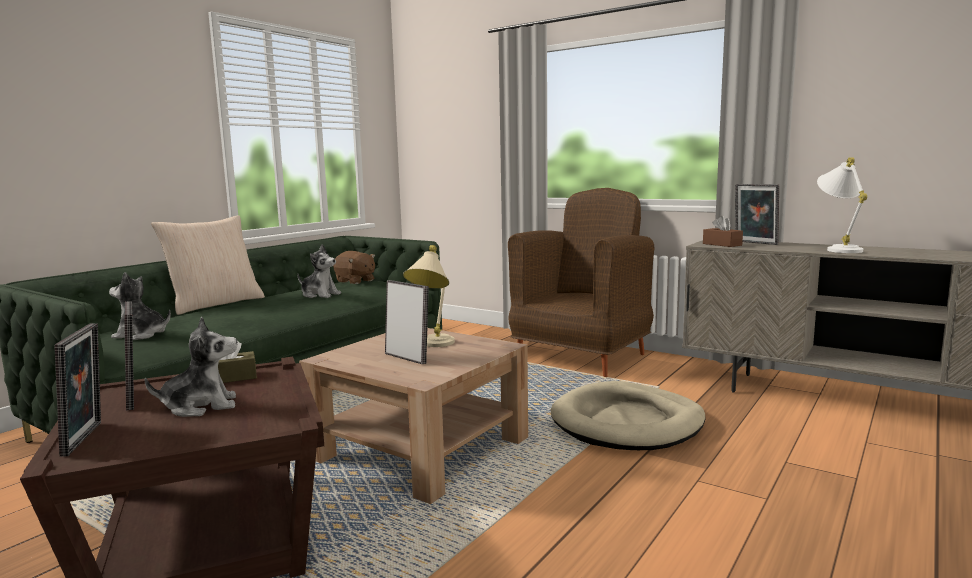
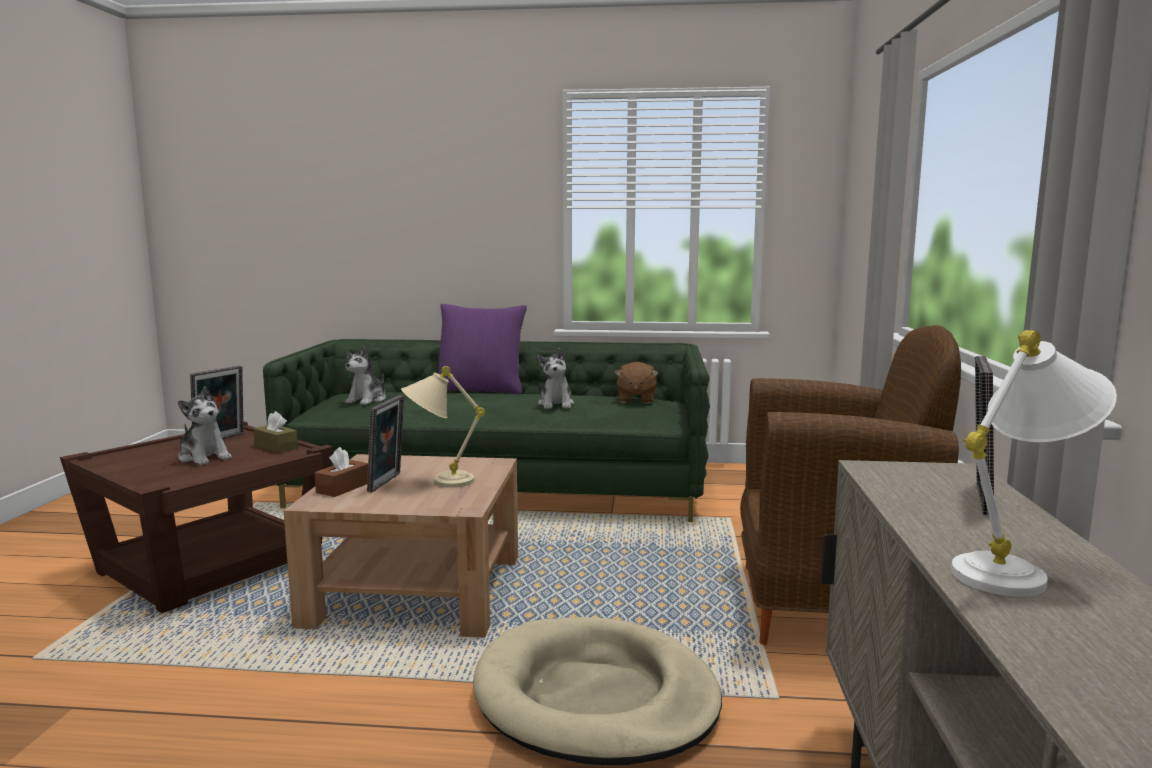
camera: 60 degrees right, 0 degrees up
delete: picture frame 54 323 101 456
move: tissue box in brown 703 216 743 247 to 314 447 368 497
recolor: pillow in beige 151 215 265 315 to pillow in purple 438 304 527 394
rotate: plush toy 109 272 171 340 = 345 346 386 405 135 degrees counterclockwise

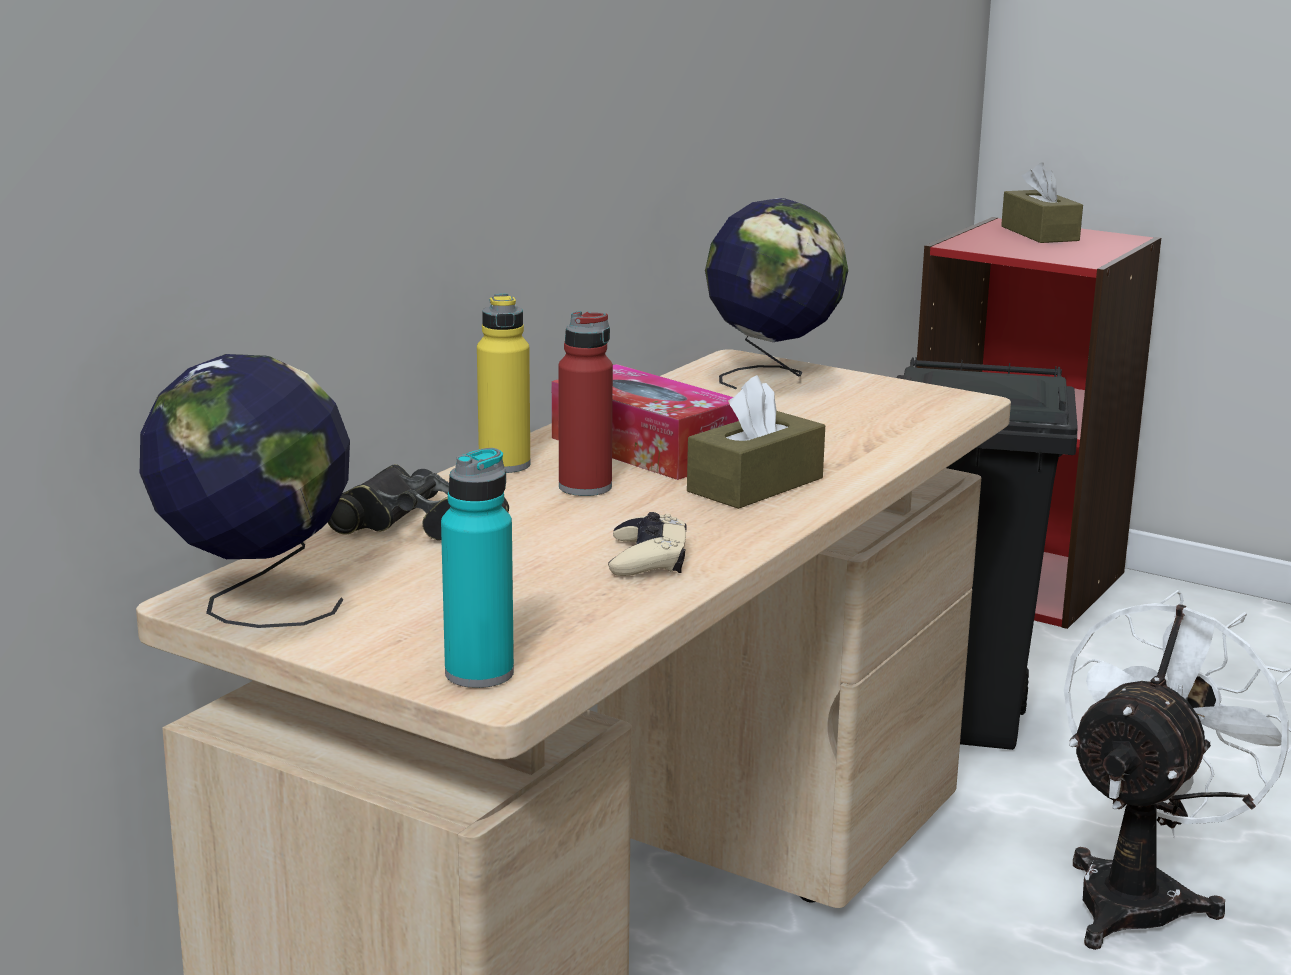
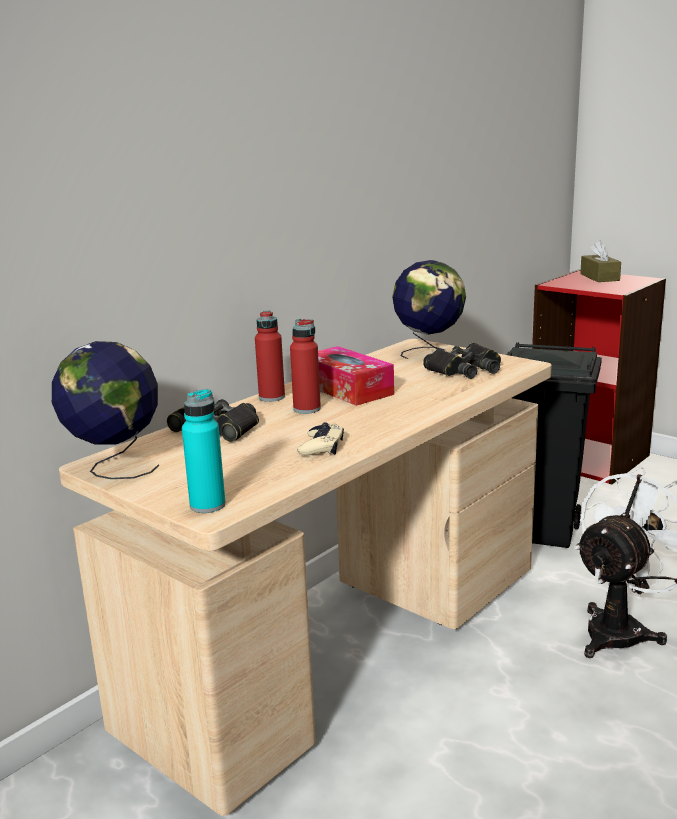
camera: 10 degrees right, 0 degrees up
delete: tissue box in brown 687 375 825 509
insert: binoculars in black 423 342 501 379
recolor: bottle in yellow 477 294 530 473 to bottle in red 255 310 285 402

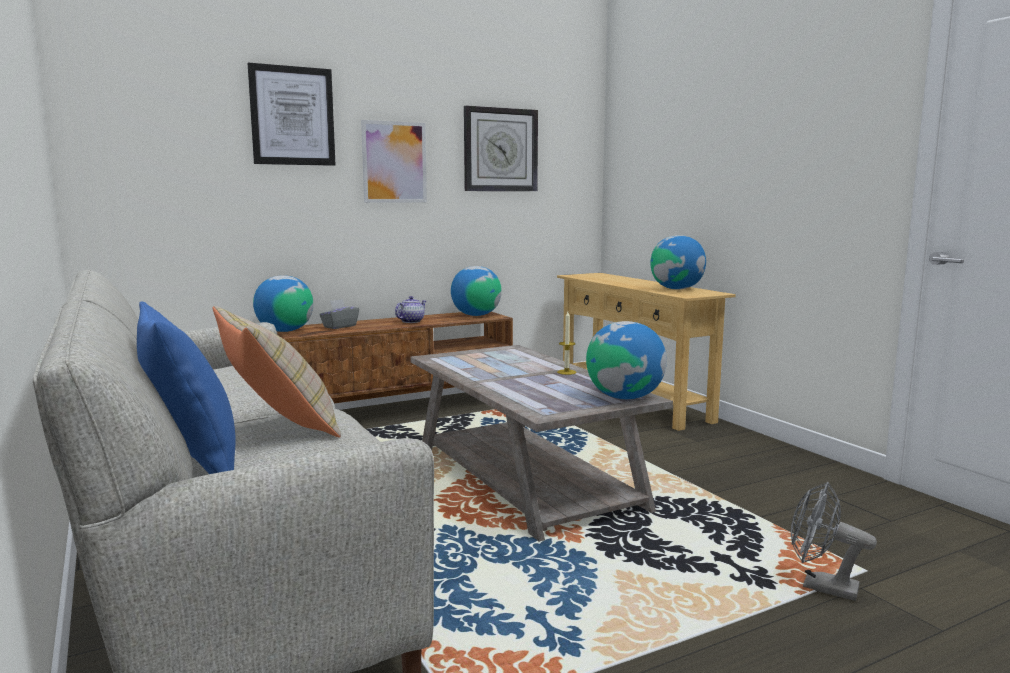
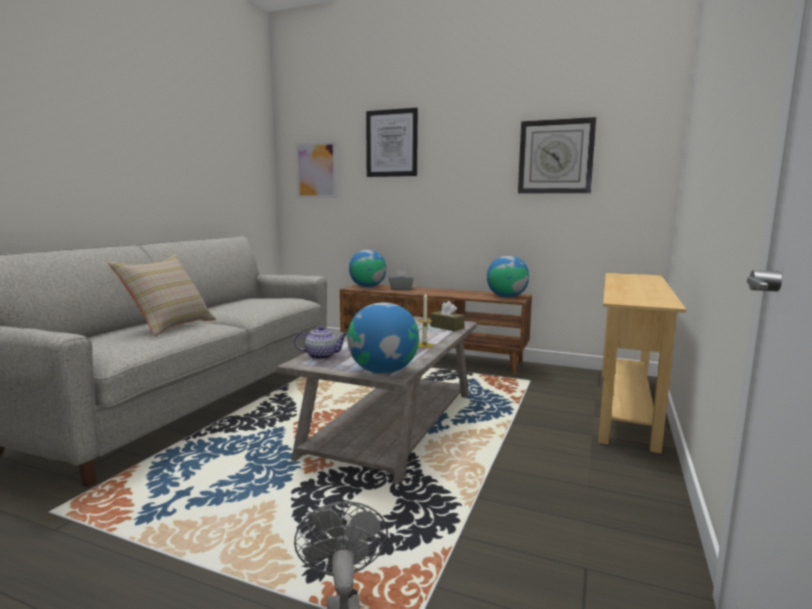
camera: 50 degrees right, 0 degrees up
delete: globe 650 235 706 289; pillow in blue 137 302 236 474
insert: tissue box in brown 430 301 465 331
move: picture 361 120 427 203 to 296 142 337 198; teapot 395 296 426 323 to 294 326 347 360

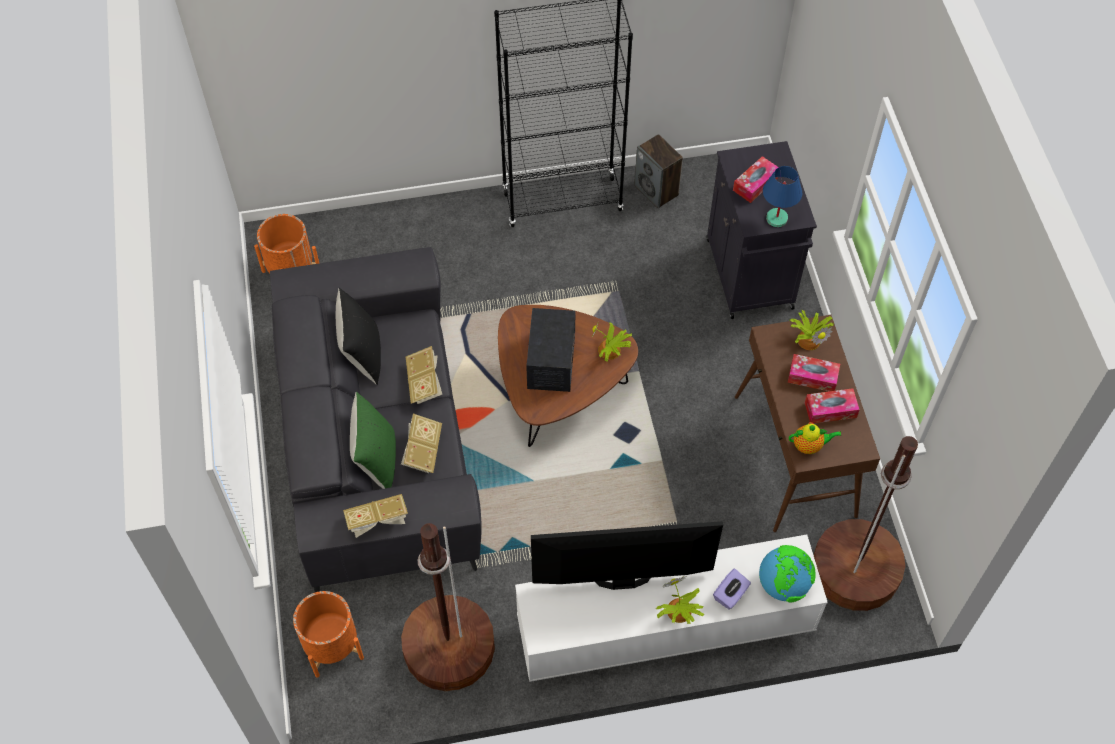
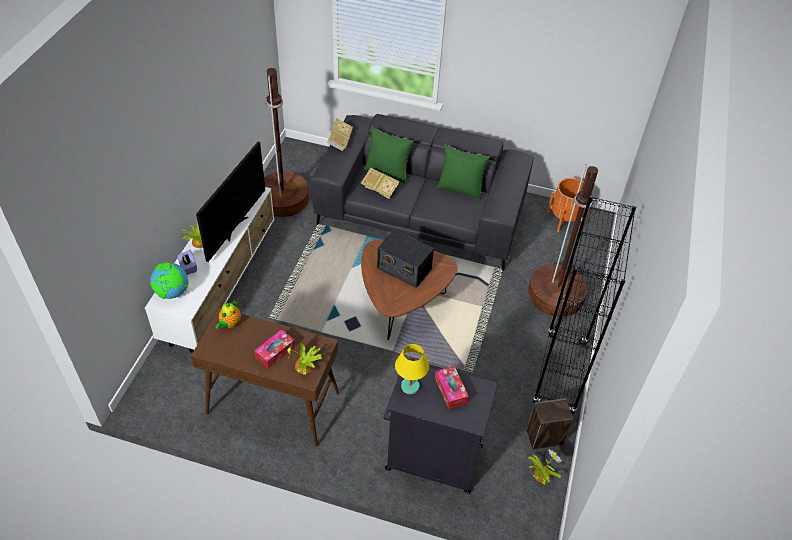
camera: 115 degrees right, 10 degrees down
delete: book 406 346 442 404; tissue box 805 388 860 423; planter in orange 293 591 364 677
move: potted plant 592 321 632 362 to 528 449 562 484; floor lamp in brown 814 436 918 611 to 528 164 598 317
recolor: table lamp in blue 763 166 802 227 to table lamp in yellow 395 344 429 394; pillow in black 336 288 381 385 to pillow in green 436 144 490 200

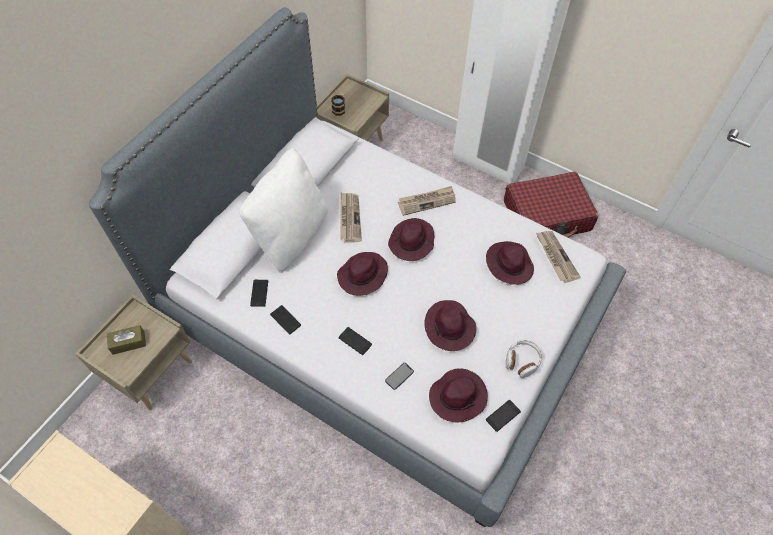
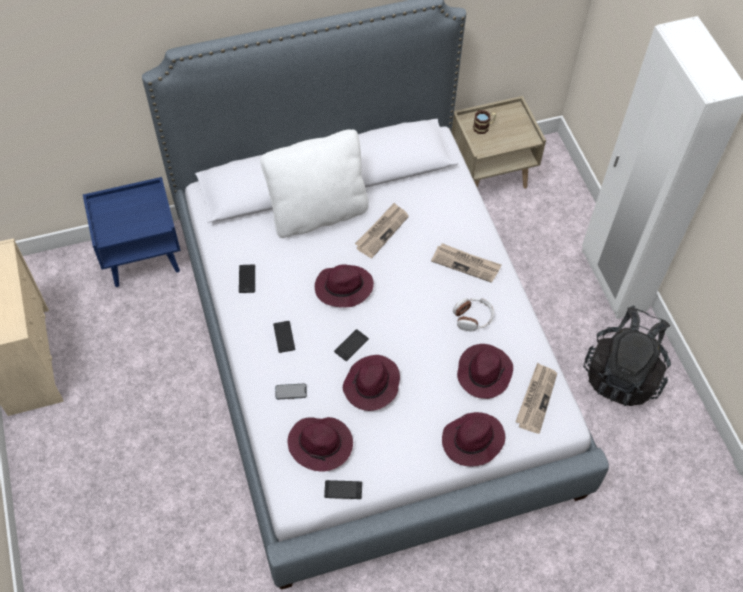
camera: 40 degrees right, 0 degrees up
delete: tissue box in brown 107 325 146 355
move: hat in purple 388 218 434 261 to 442 412 505 466; phone 250 280 268 307 to 334 329 369 361; headphones 506 340 542 378 to 453 298 494 332
replace: suitcase in red 504 172 598 238 to backpack in black 583 305 671 406
recolor: nightstand in beige 75 294 192 410 to nightstand in blue 83 177 181 287

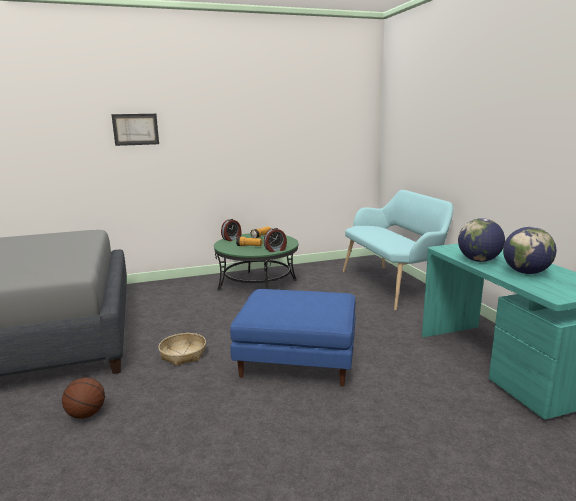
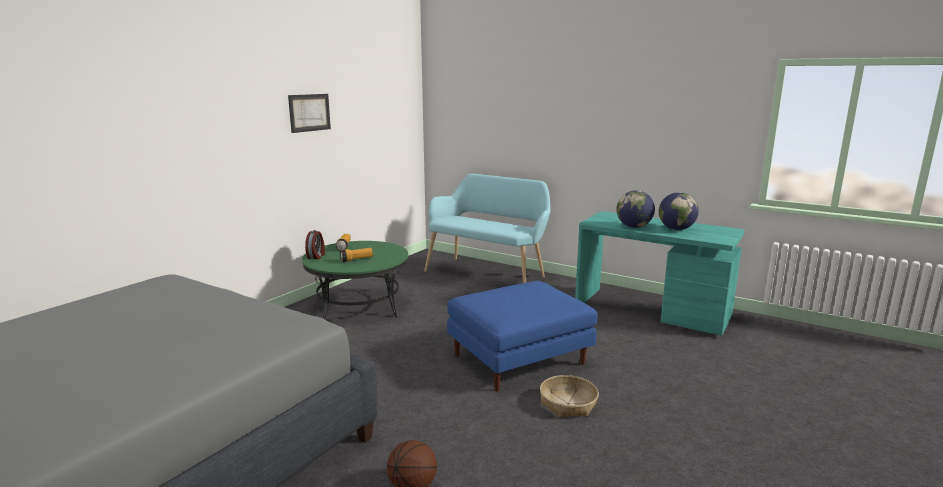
camera: 40 degrees left, 0 degrees up
delete: alarm clock 264 228 287 252
move: picture 111 114 159 146 to 288 94 331 133; basket 158 333 206 366 to 540 375 599 418

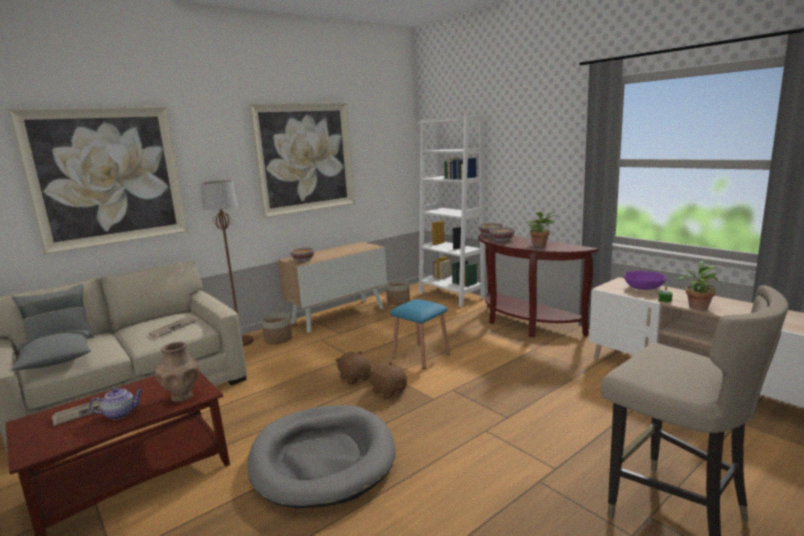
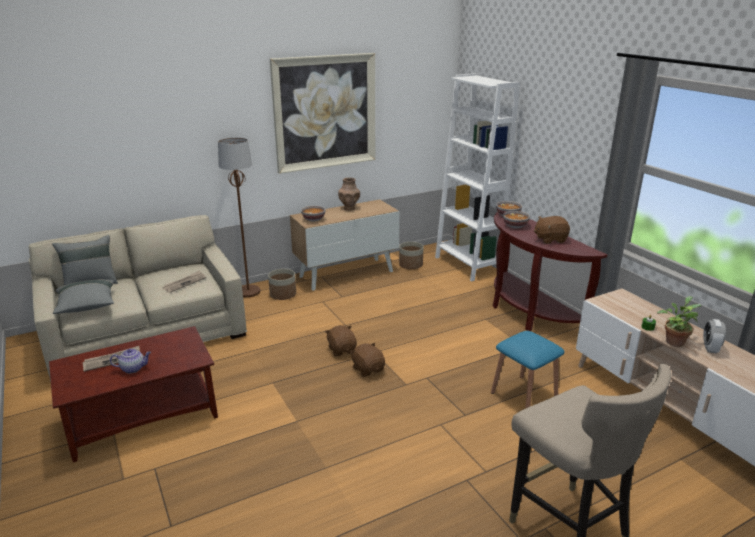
camera: 10 degrees right, 10 degrees up
delete: picture 8 107 188 254; bowl in purple 624 271 666 290; dog bed in grey 247 405 396 509
insert: alarm clock 703 319 726 354
move: stool in blue 390 299 450 369 to 491 331 564 409; vase in brown 155 342 199 403 to 338 178 360 210
replace: potted plant 526 211 557 247 to plush toy in brown 534 216 570 244

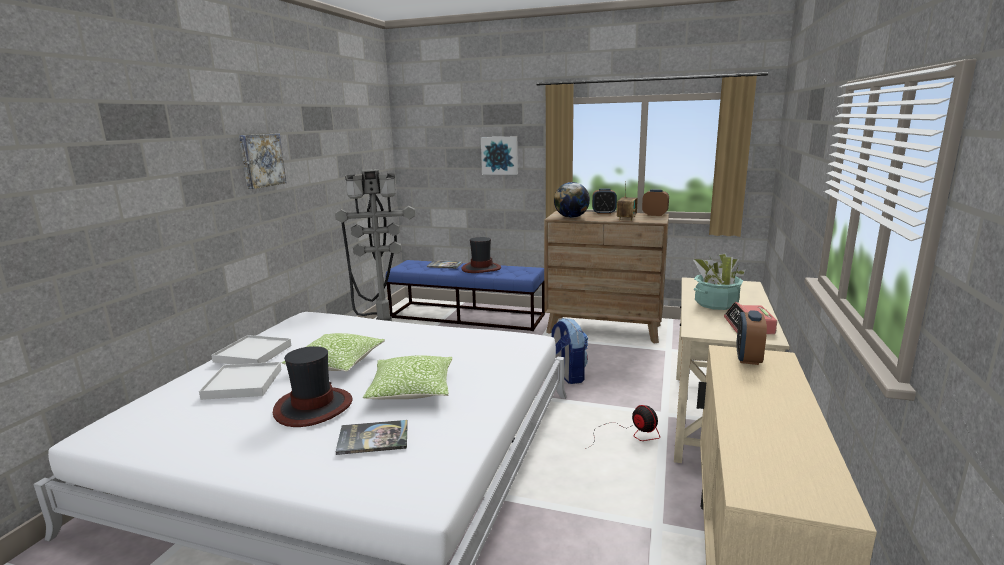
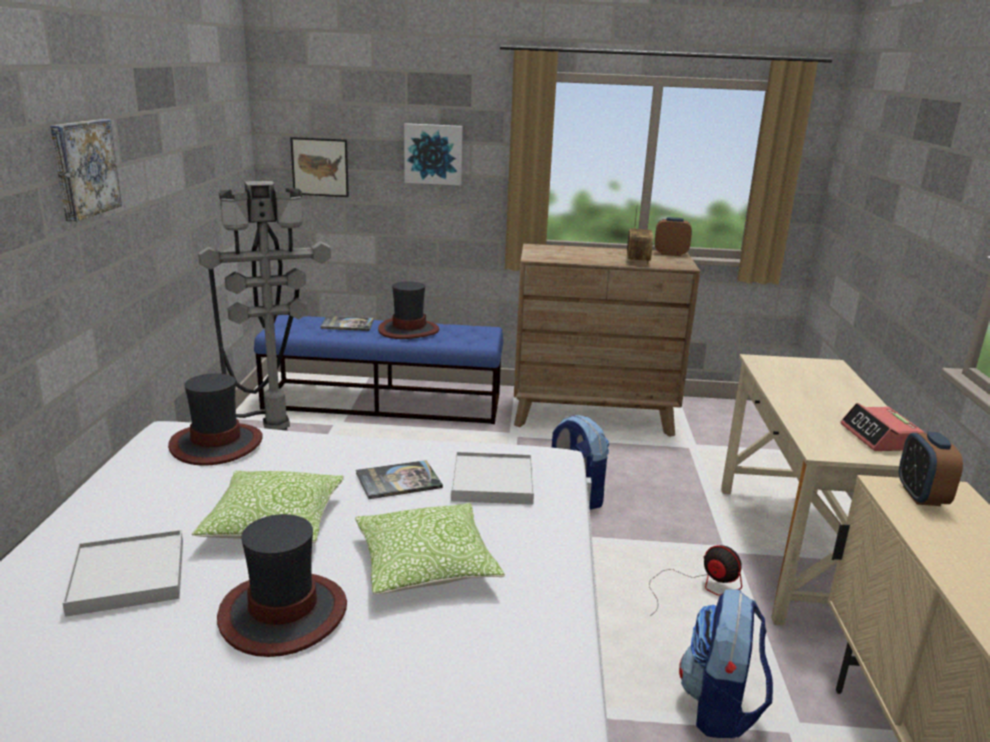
camera: 15 degrees left, 5 degrees up
delete: globe 554 182 590 218; alarm clock 592 188 617 214; potted plant 693 254 745 310
insert: picture 290 137 349 197; hat 168 373 263 466; backpack 679 589 773 738
move: tray in white 211 335 291 364 to 451 452 534 505; book 336 420 408 455 to 356 460 443 499

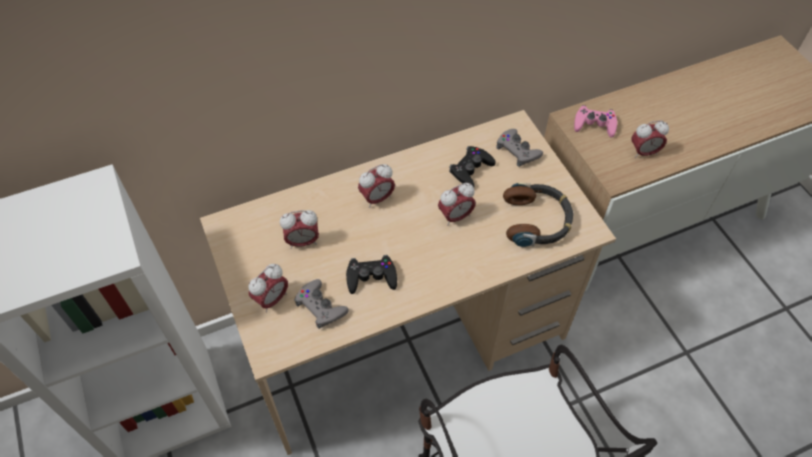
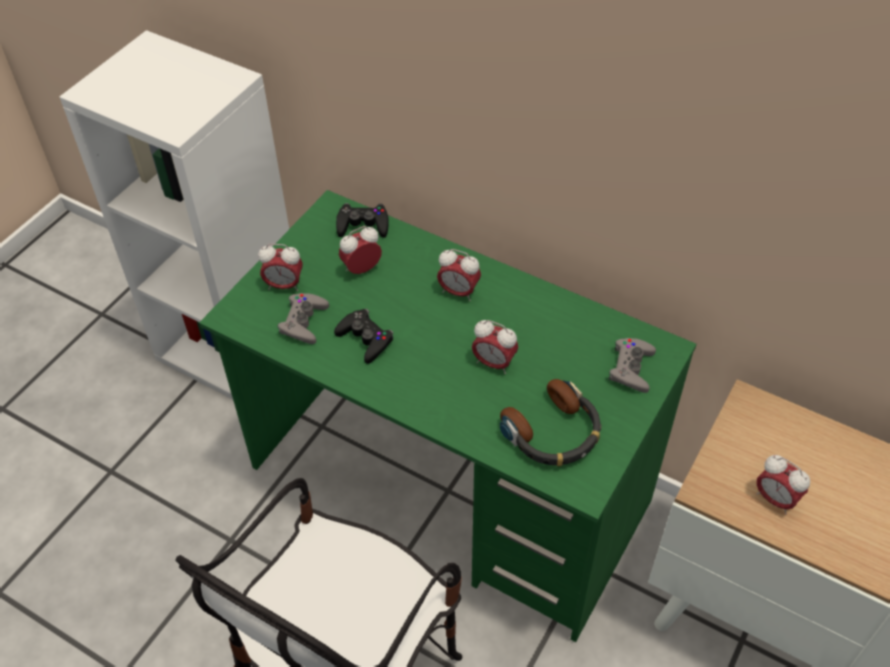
camera: 55 degrees right, 5 degrees down
delete: game controller in pink 574 105 617 137
move: game controller in black 449 146 496 187 to 336 203 389 238
recolor: desk in beige 200 110 616 455 to desk in green 199 190 696 642
rotate: alarm clock 280 210 319 249 = 339 226 382 274 105 degrees clockwise

